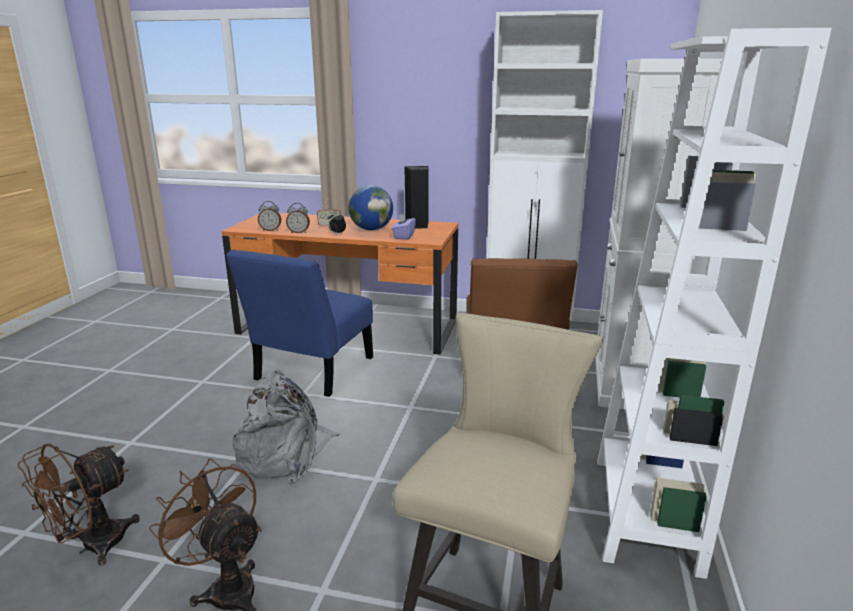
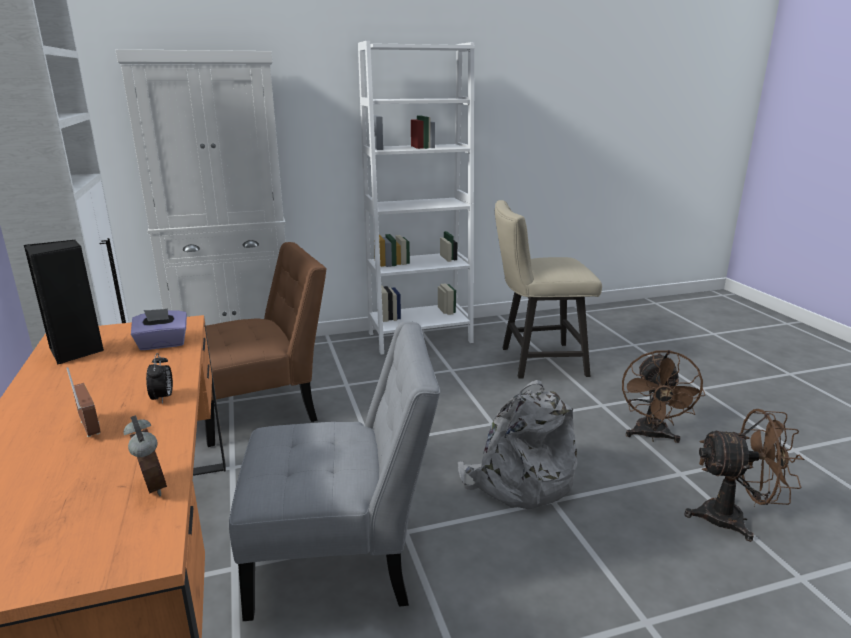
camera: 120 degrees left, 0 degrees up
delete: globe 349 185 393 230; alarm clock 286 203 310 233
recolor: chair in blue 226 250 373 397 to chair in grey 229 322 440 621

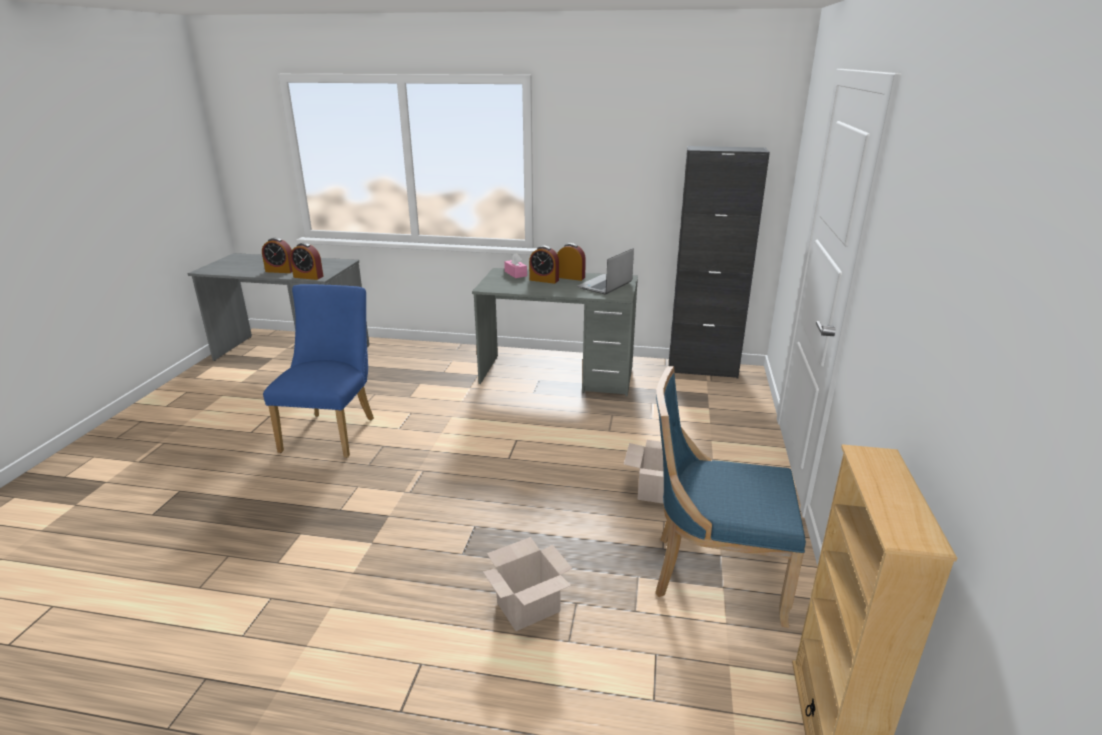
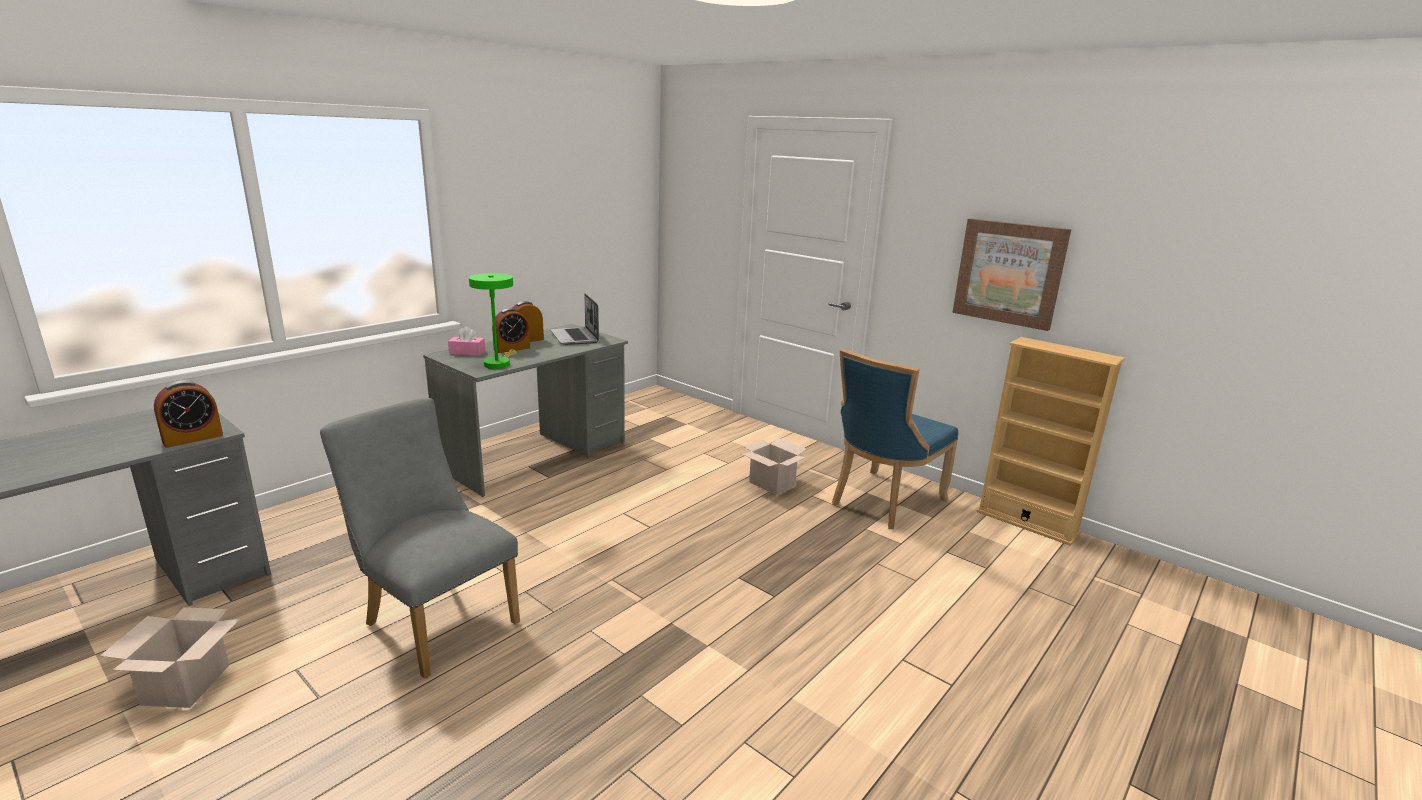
camera: 60 degrees left, 5 degrees down
delete: cabinet in black 669 146 770 379; alarm clock 262 238 293 273
insert: picture 952 218 1071 331; table lamp in green 469 273 517 369
move: cardboard box 483 537 572 631 to 100 607 240 708
recolor: chair in blue 263 284 374 458 to chair in grey 320 398 520 679

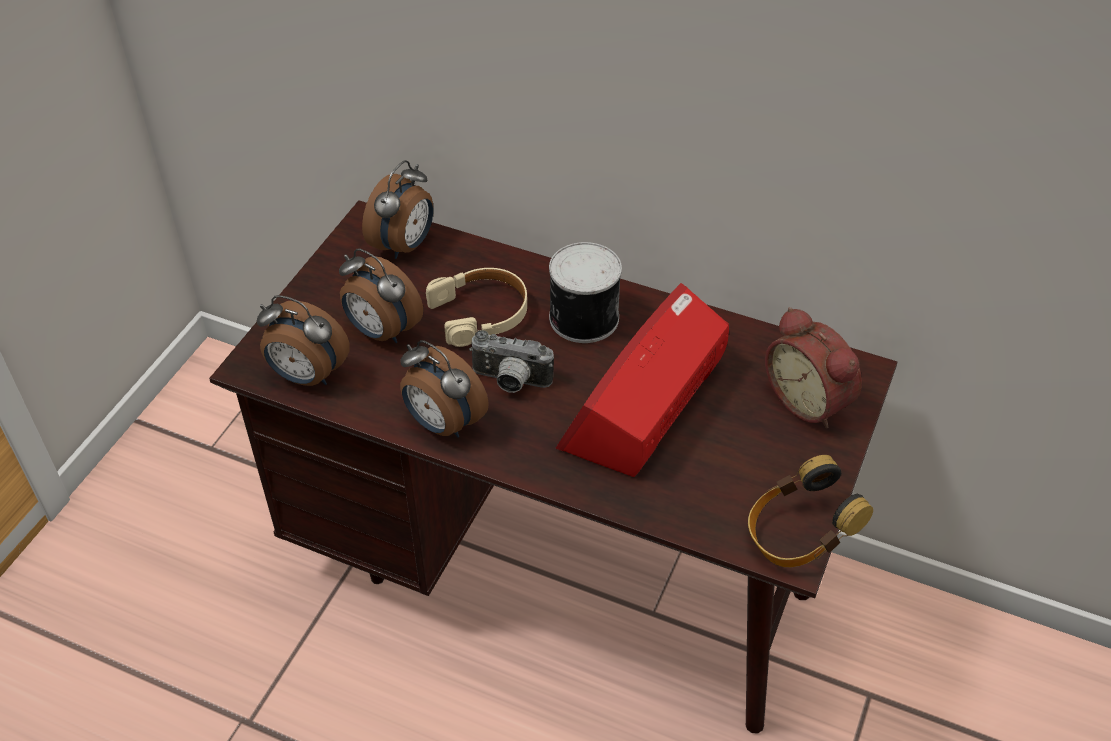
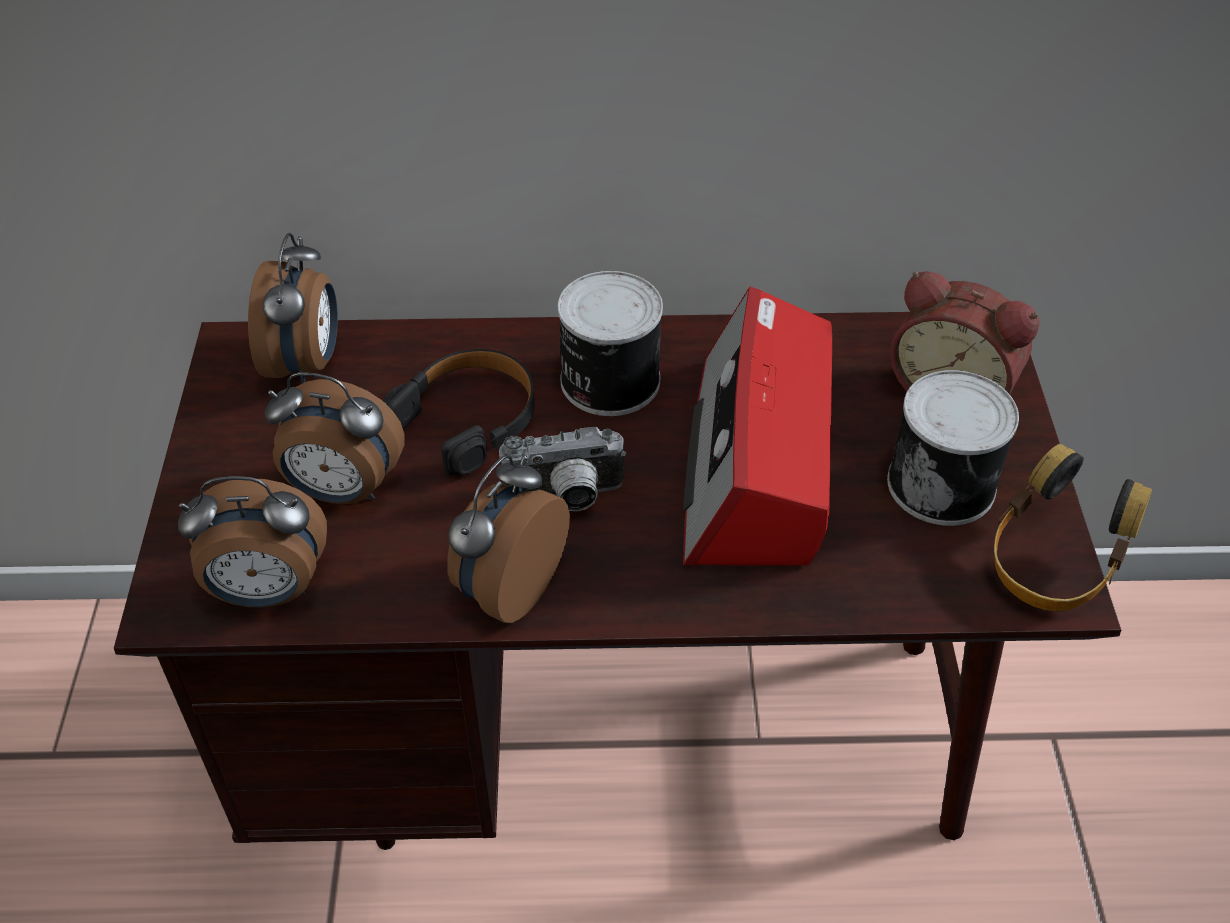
camera: 25 degrees left, 0 degrees up
insert: can 887 370 1019 526
recolor: headphones in beige 426 268 527 347 to headphones in black 383 349 535 476
rotate: alarm clock 400 340 489 438 = 447 455 570 623 105 degrees clockwise

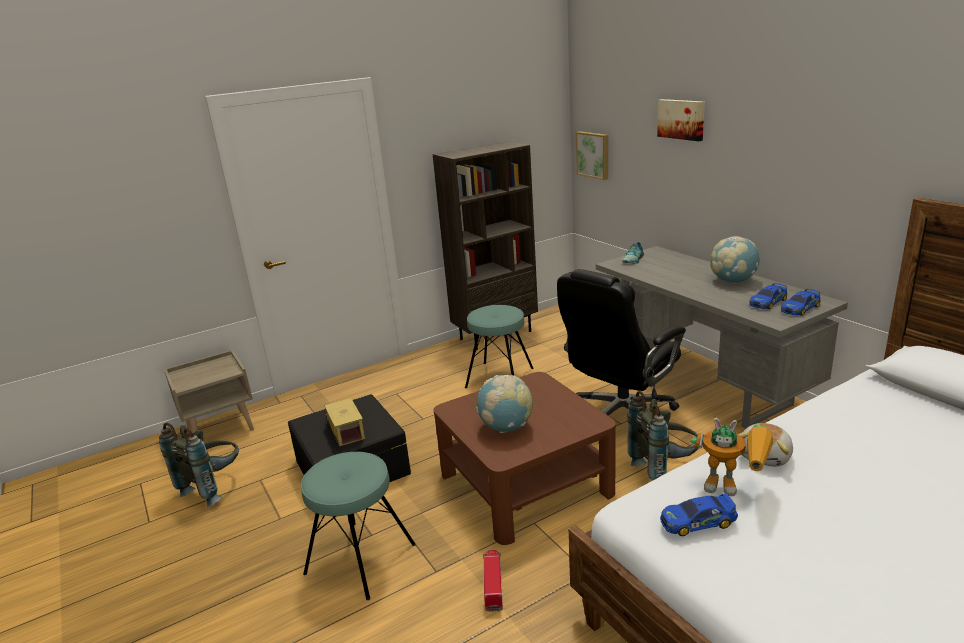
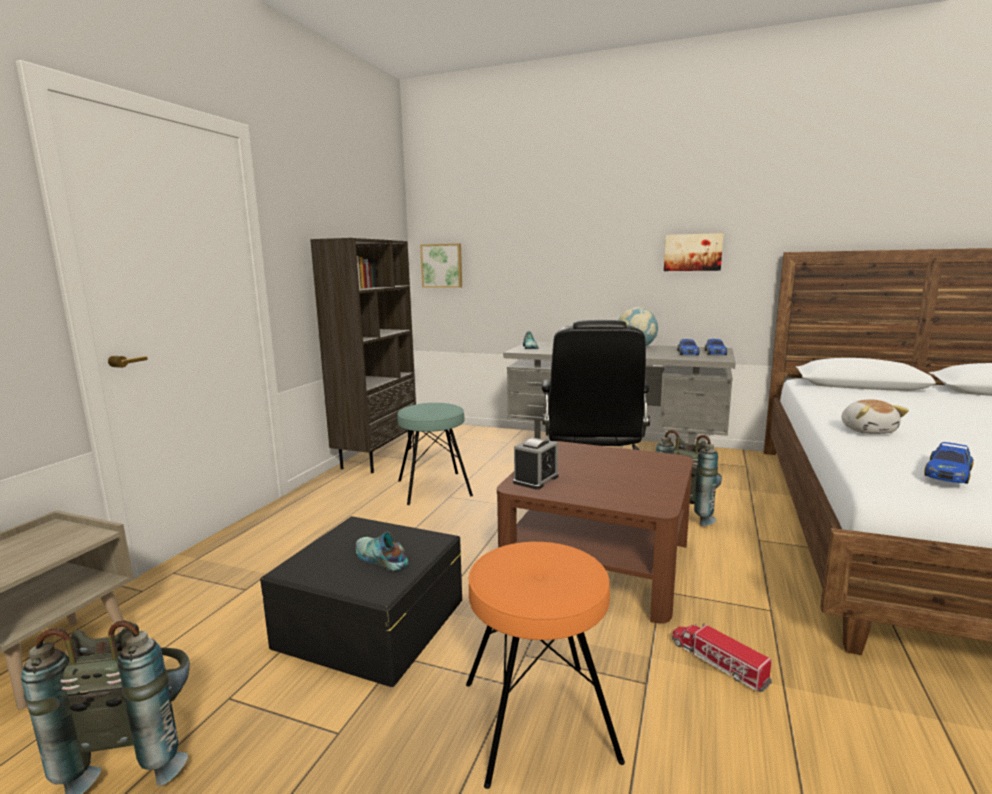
camera: 40 degrees left, 10 degrees down
delete: globe 476 375 533 433; toy robot 691 418 773 496
insert: alarm clock 513 437 558 490
move: picture 657 99 705 141 to 664 233 723 271
replace: toy truck 324 398 365 446 to shoe 356 532 408 571
recolor: stool in turquoise 301 452 416 600 to stool in orange 466 542 625 789

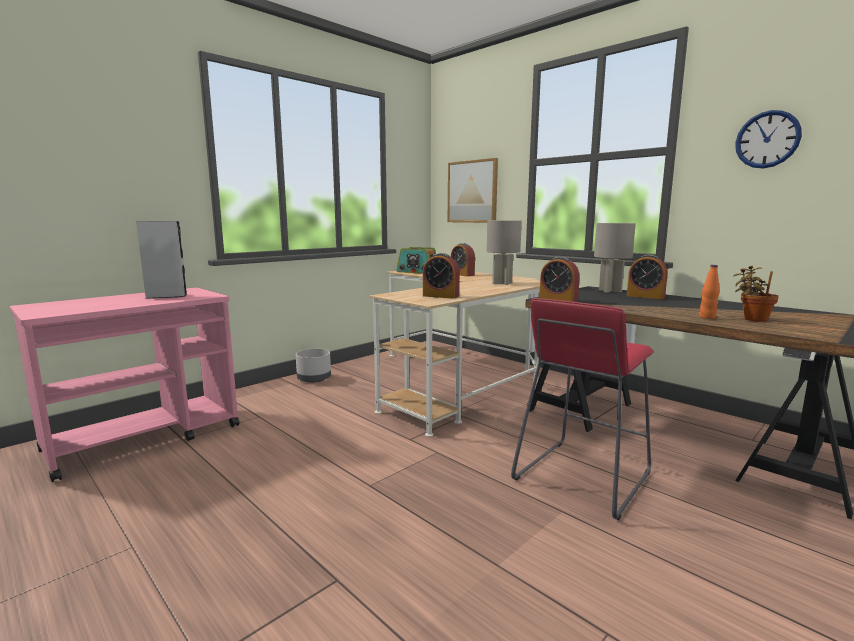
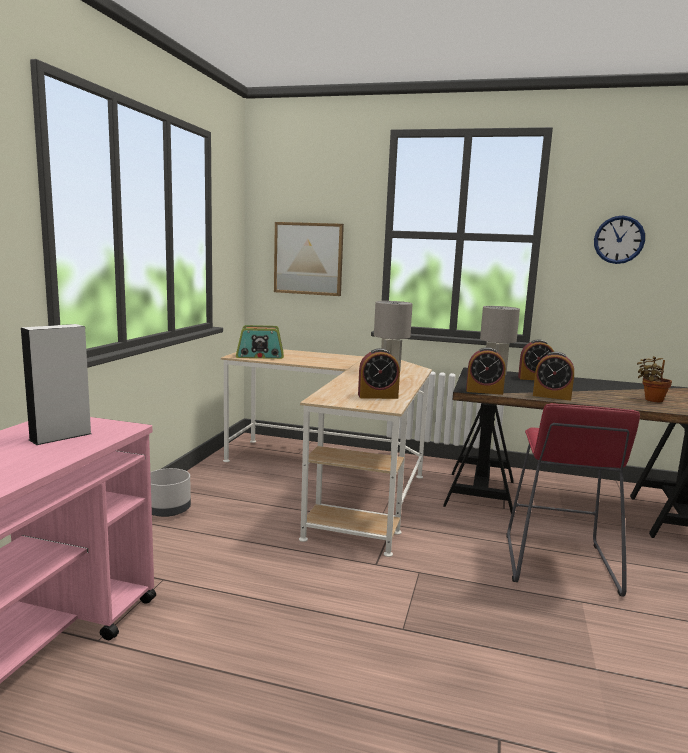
camera: 30 degrees left, 0 degrees up
delete: bottle in orange 699 265 720 319
move: alarm clock 451 243 475 276 to 533 352 574 400

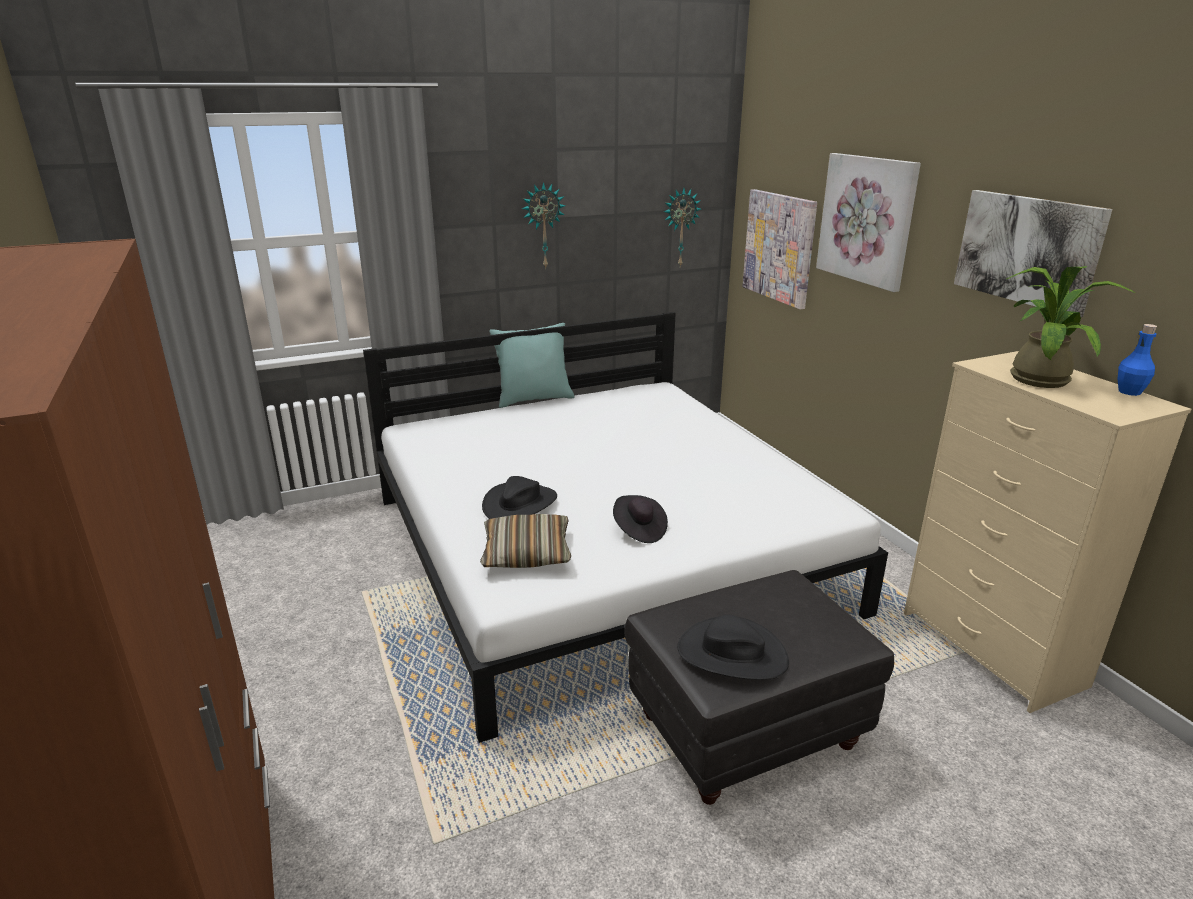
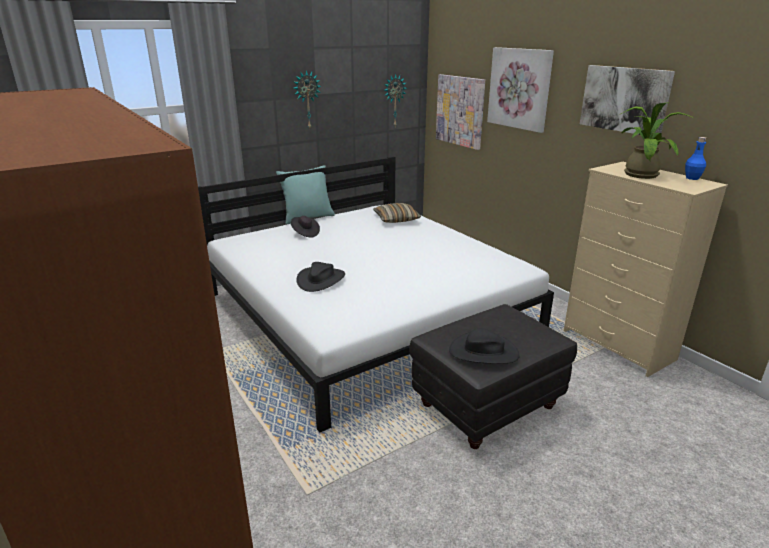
camera: 10 degrees left, 0 degrees up
move: hat in black 613 495 668 543 to 291 216 320 238; pillow 480 514 571 568 to 373 203 421 223

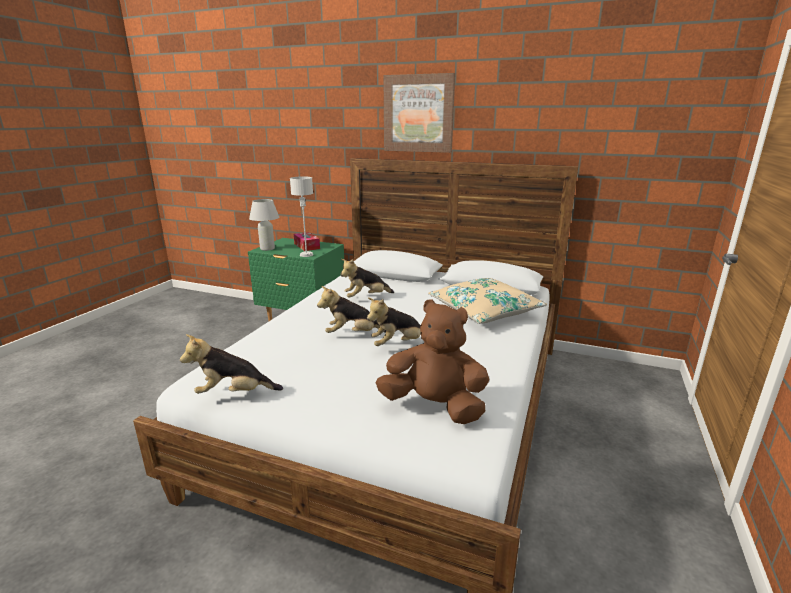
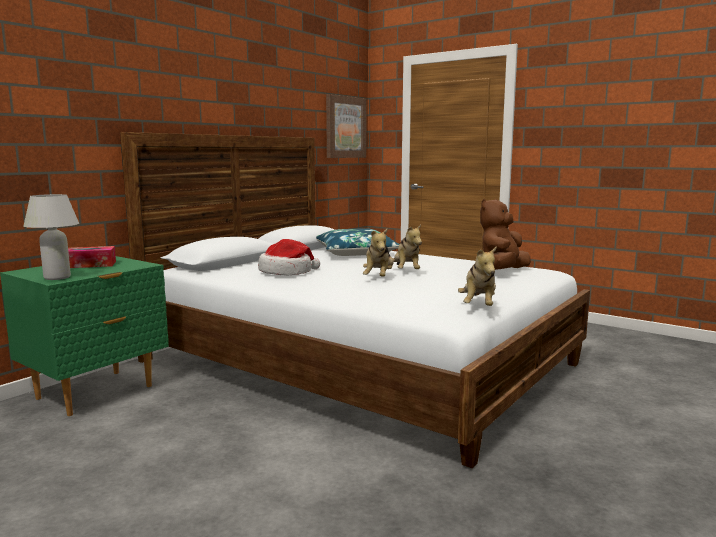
camera: 75 degrees left, 10 degrees down
delete: table lamp in grey 290 176 313 257
move: picture 383 73 455 153 to 326 94 367 158
replace: plush toy 340 259 394 298 to hat 258 239 320 275
recolor: pillow in beige 428 278 547 324 to pillow in blue 316 228 399 256

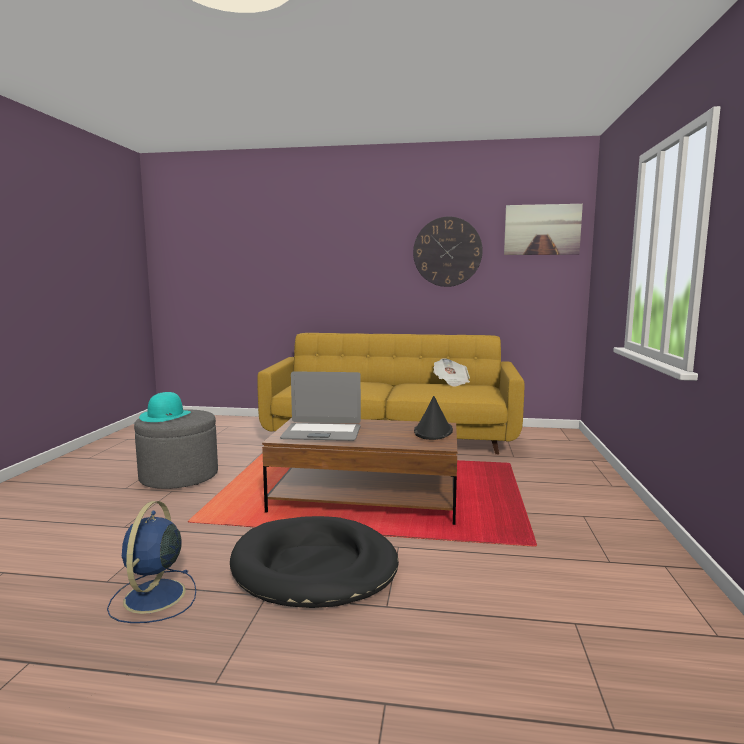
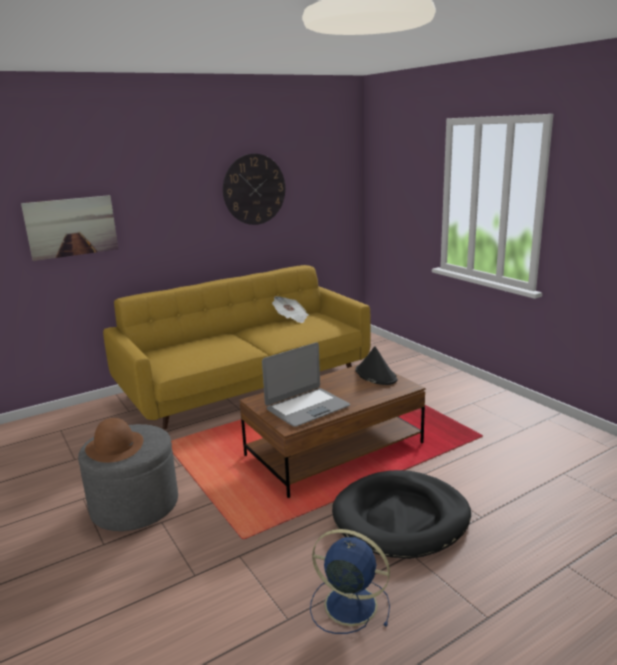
camera: 40 degrees left, 10 degrees up
move: picture 504 204 583 255 to 21 195 118 261
recolor: hat in turquoise 139 392 191 422 to hat in brown 85 418 143 463
rotate: fan in blue 107 501 196 623 = 310 529 390 634 150 degrees clockwise

